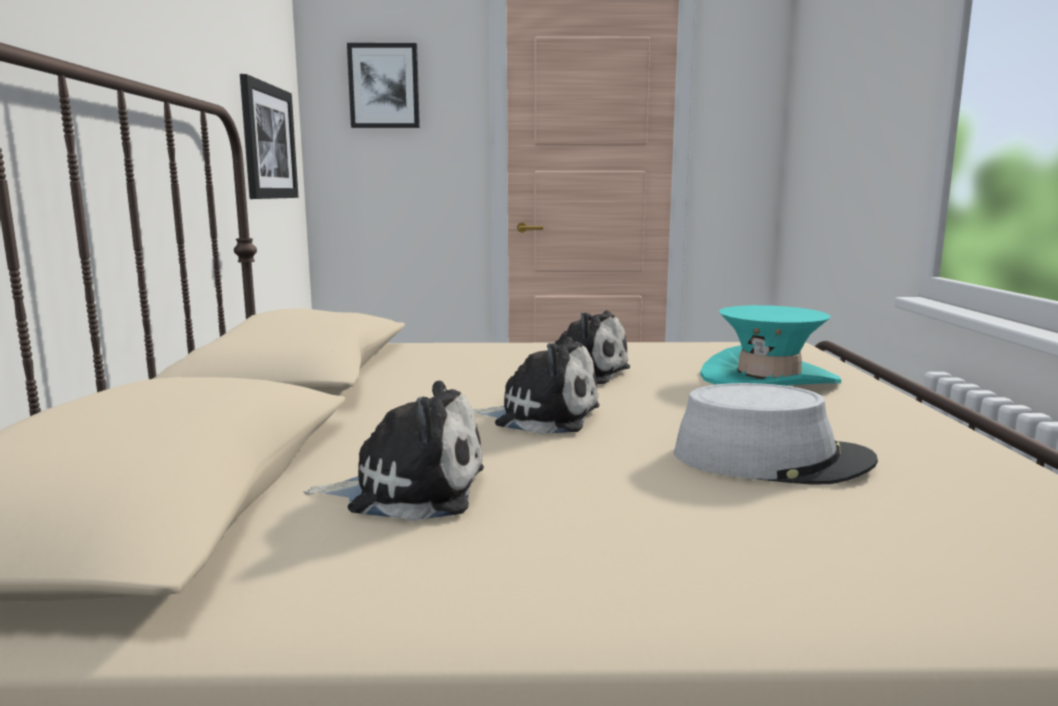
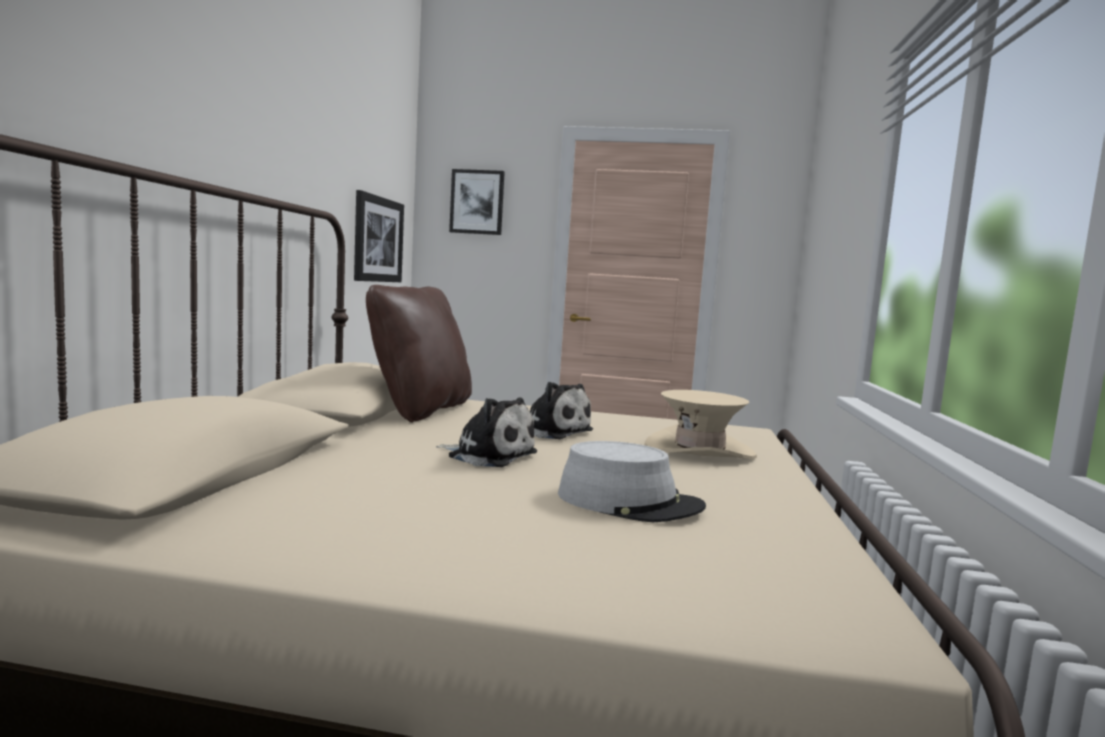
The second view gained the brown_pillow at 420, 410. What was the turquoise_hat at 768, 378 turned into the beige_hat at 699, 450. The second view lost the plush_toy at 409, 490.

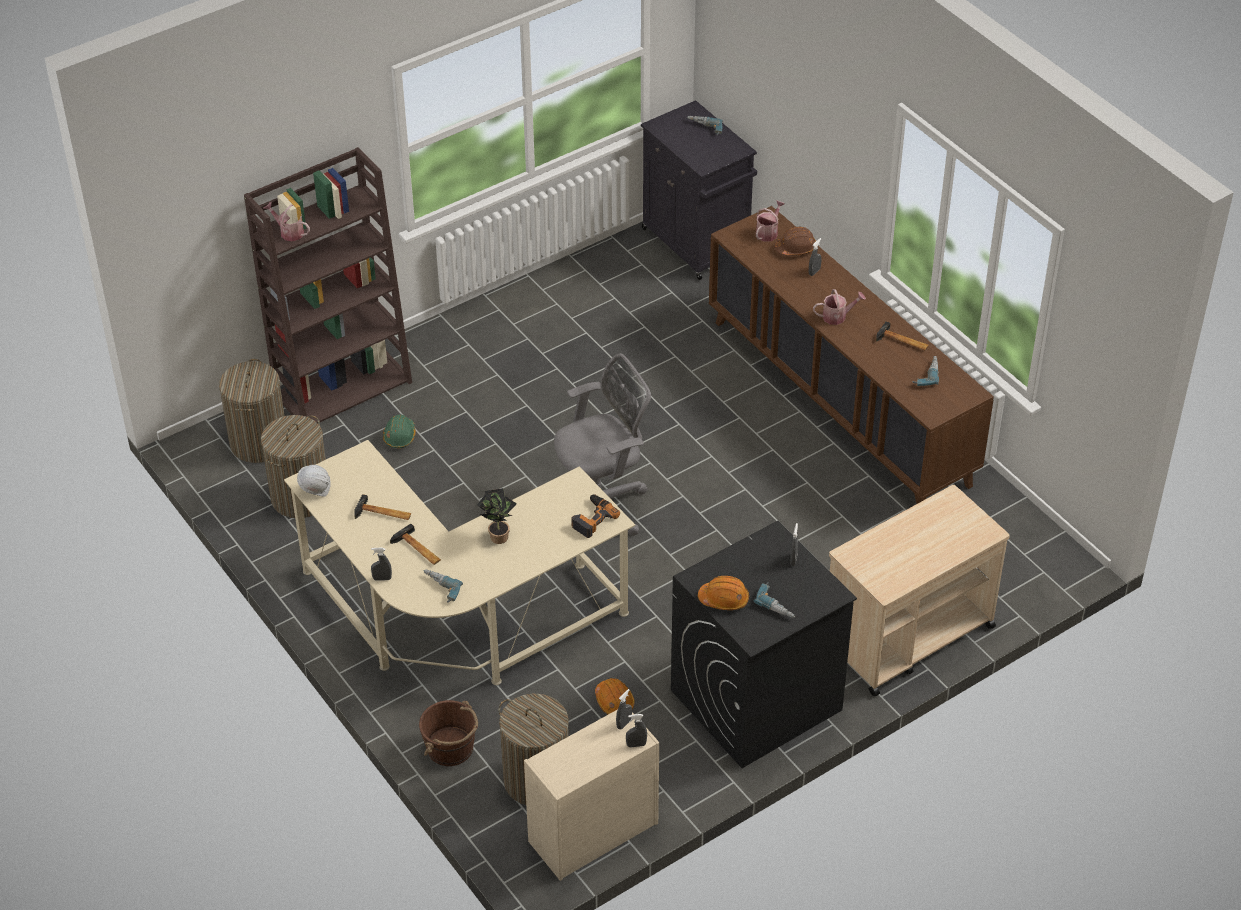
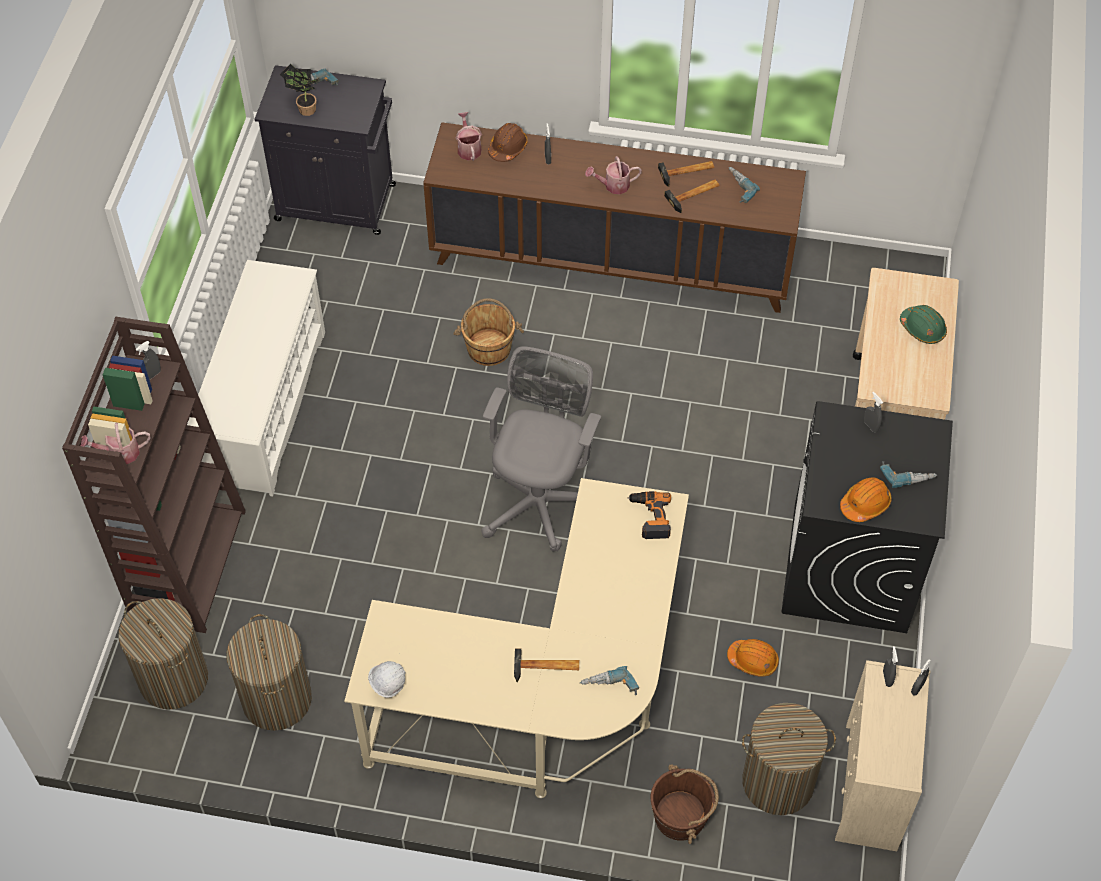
The grey_spray_bottle ended up elsewhere, having gone from 382, 578 to 152, 375. The second view gained the white_shoe_rack at 266, 406. The potted_plant ended up elsewhere, having gone from 497, 535 to 304, 109. The second view gained the brown_bucket at 489, 347. The watering_can at 837, 316 ended up facing another way, 135 degrees counterclockwise from before. The hammer ended up elsewhere, having gone from 383, 514 to 694, 195. The green_hard_hat ended up elsewhere, having gone from 399, 436 to 922, 329.

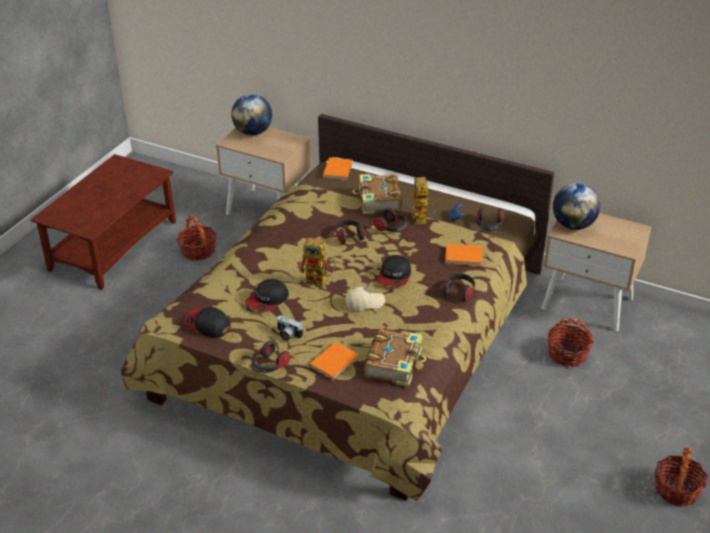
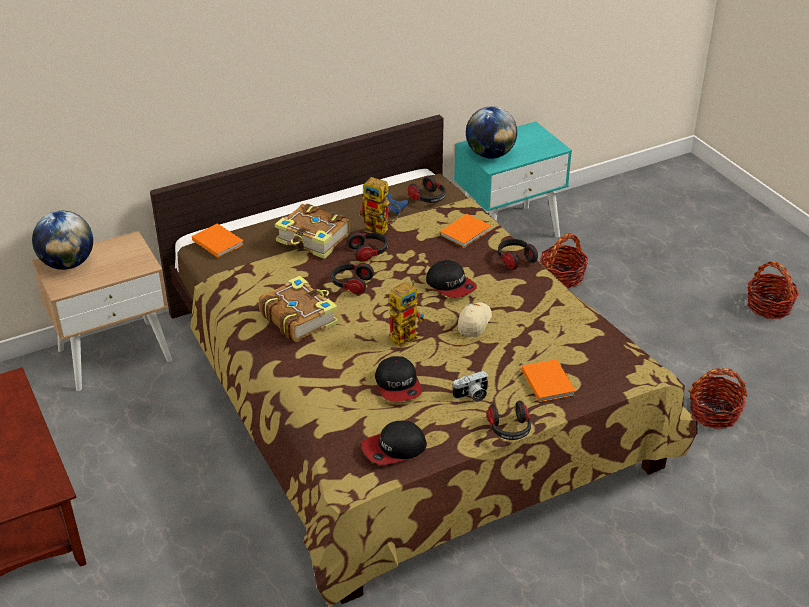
The book ended up elsewhere, having gone from 394, 364 to 299, 317. What was the beige_nightstand at 588, 303 turned into the turquoise_nightstand at 508, 231. The basket ended up elsewhere, having gone from 198, 251 to 714, 413.

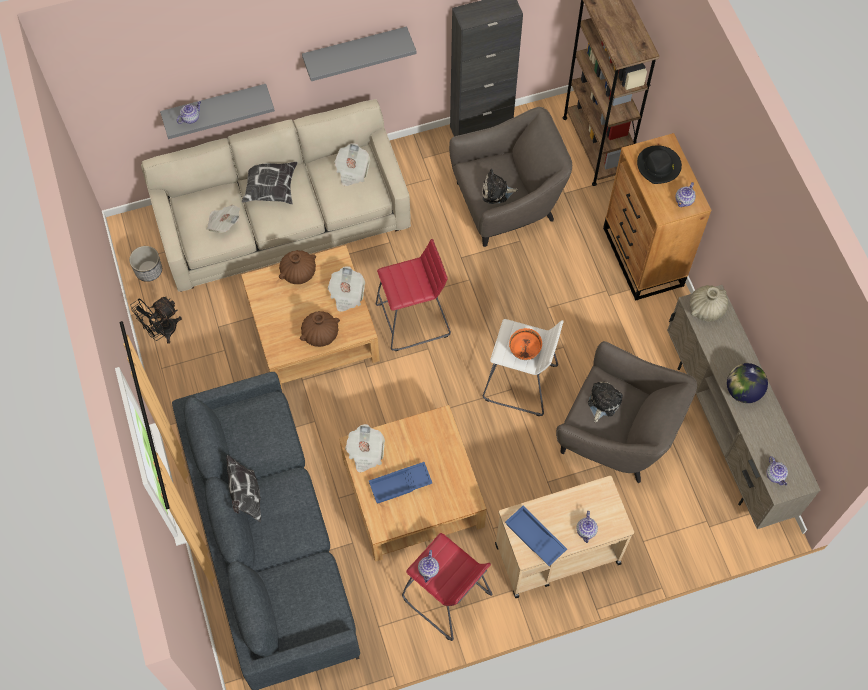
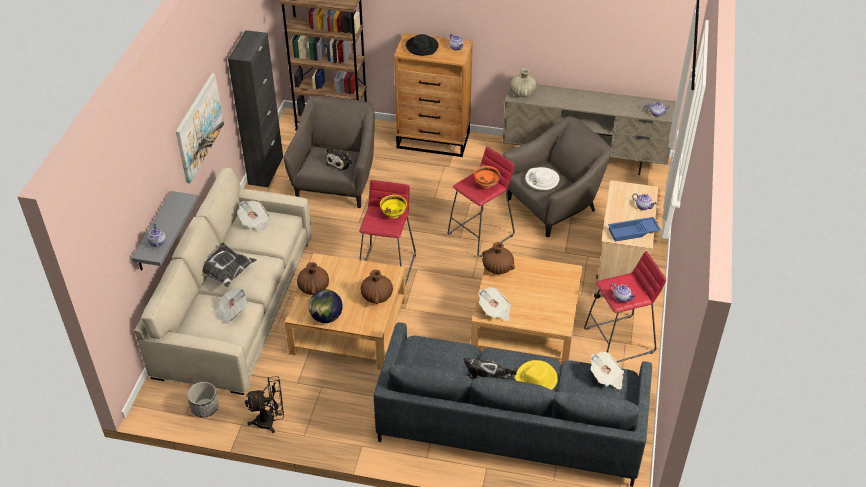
Where the grey_shelf hung at 355, 49, the picture came to hang at 199, 127. The black_fan at 162, 331 ended up facing another way, 90 degrees counterclockwise from before. The globe ended up elsewhere, having gone from 742, 391 to 326, 317. The second view gained the yellow_bowl at 393, 215. What was the white_stool at 520, 383 turned into the red_stool at 481, 234. The second view gained the brown_vase at 497, 268. The second view gained the yellow_hat at 536, 379. Where the plush_toy stood at 603, 403, the white_hat came to stand at 541, 180. The newspaper ended up elsewhere, having gone from 346, 294 to 606, 377. The second view lost the blue_tray at 400, 485.

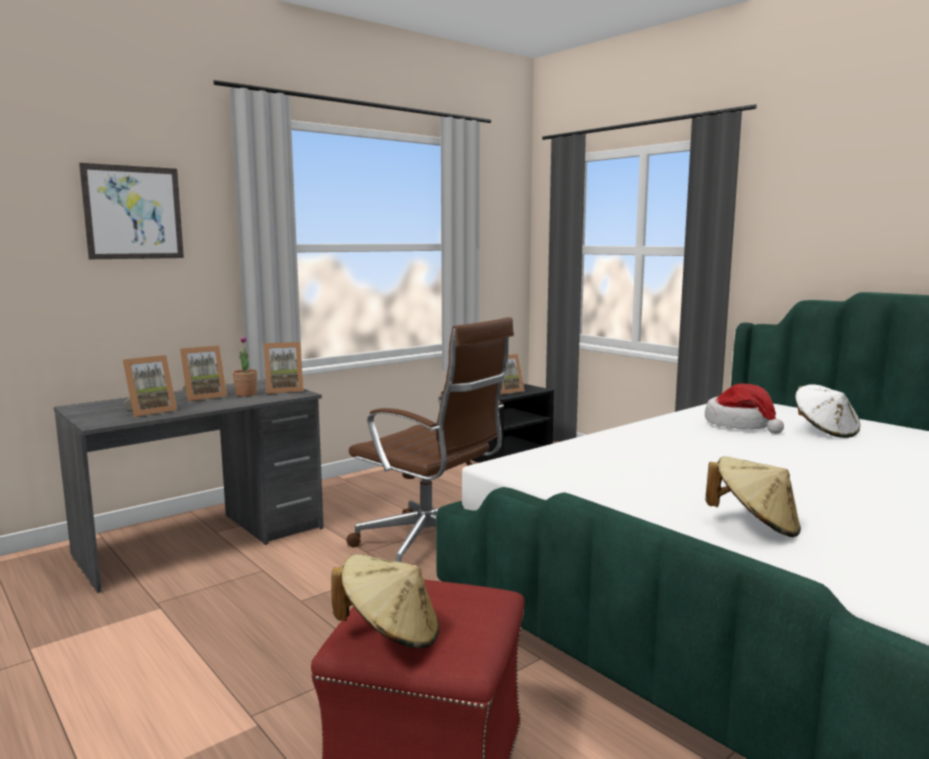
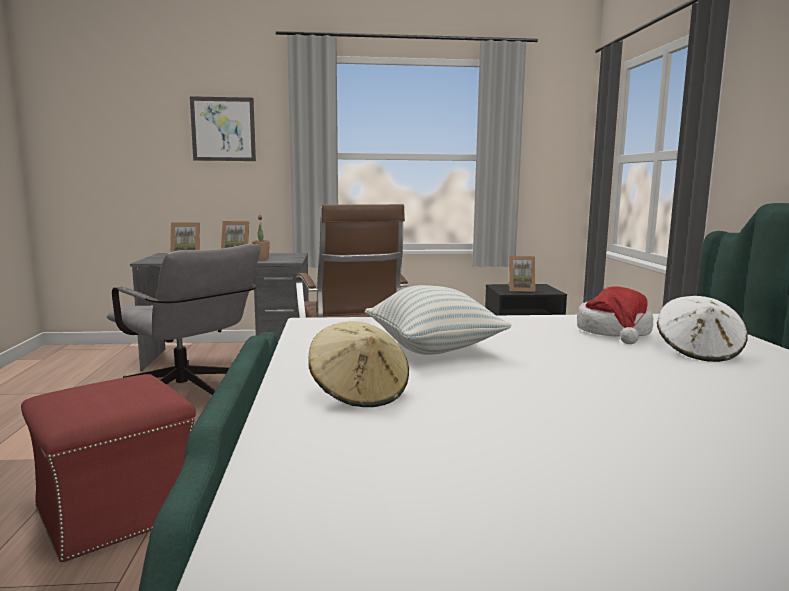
The second view gained the grey_office_chair at 189, 399. The second view gained the pillow at 433, 349. The second view lost the picture_frame at 284, 390. The second view lost the beige_hat at 390, 634.

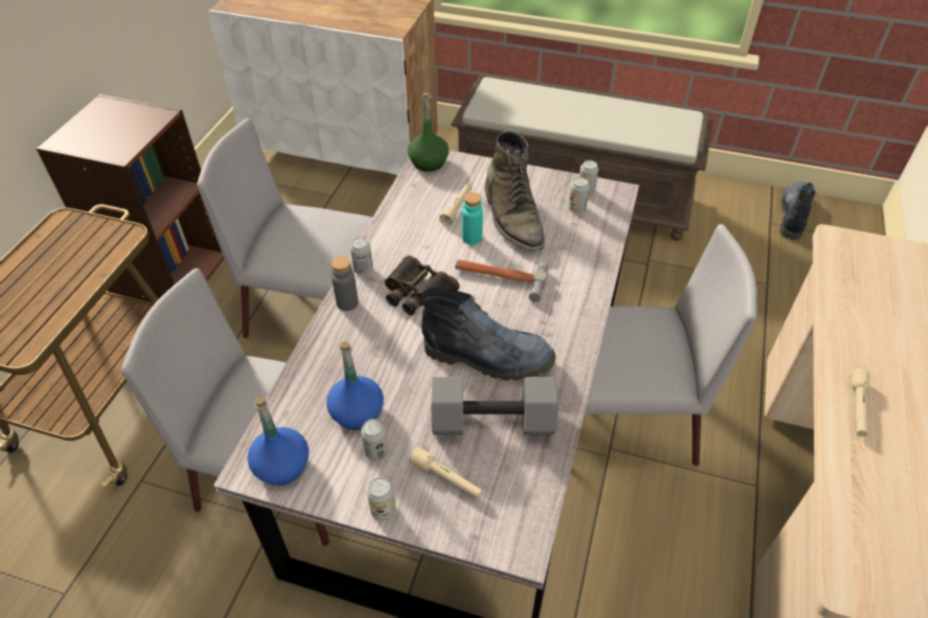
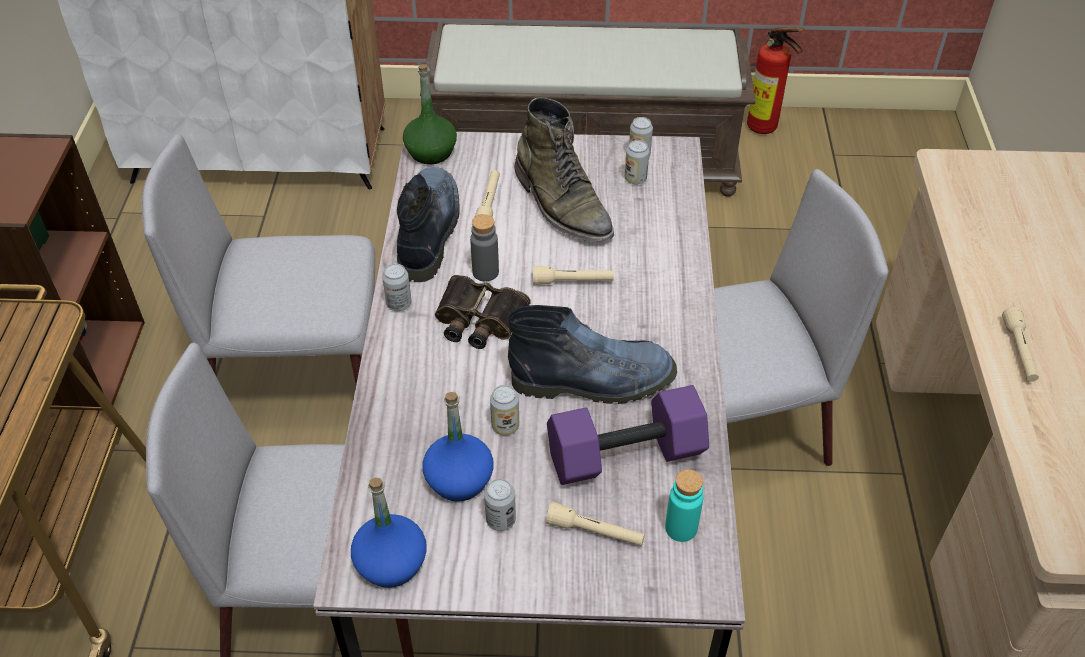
The boot ended up elsewhere, having gone from 793, 214 to 428, 230. The grey_bottle ended up elsewhere, having gone from 347, 303 to 485, 272. The can ended up elsewhere, having gone from 383, 510 to 505, 426. Where the hammer stood at 500, 277, the beige_flashlight came to stand at 573, 282. What was the grey_dumbbell at 494, 420 turned into the purple_dumbbell at 626, 452. The turquoise_bottle ended up elsewhere, having gone from 472, 238 to 681, 528. The second view gained the fire_extinguisher at 765, 129.

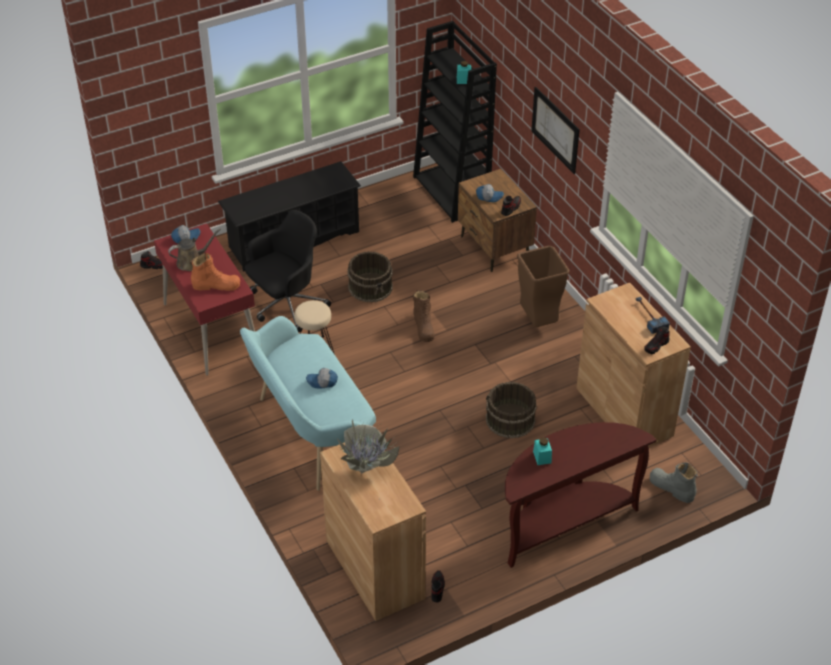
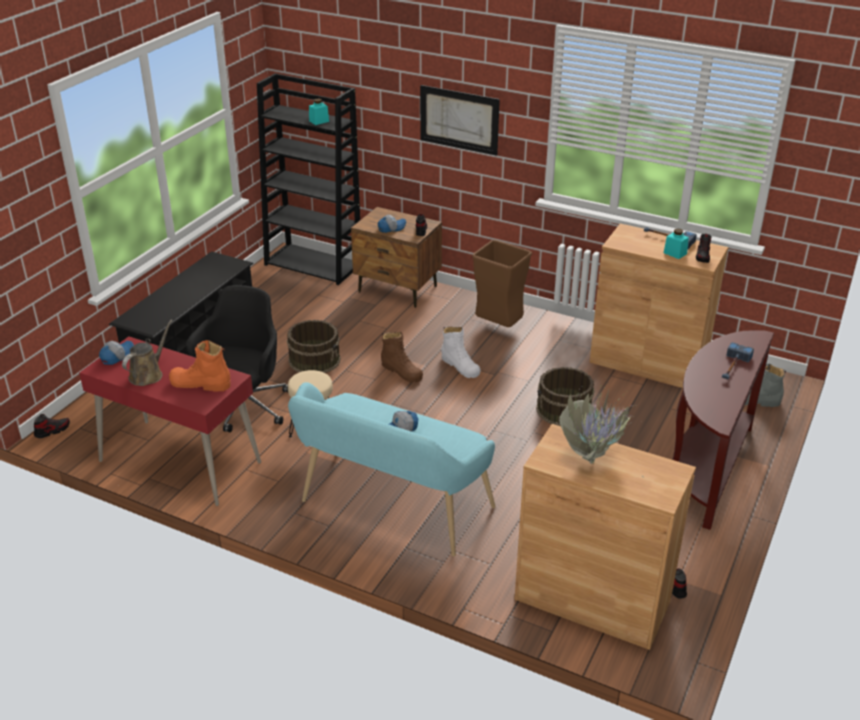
The orange_boot at 216, 285 ended up facing another way, 135 degrees counterclockwise from before. The second view gained the white_boot at 460, 366. The turquoise_jar ended up elsewhere, having gone from 542, 457 to 675, 253. The second view gained the hammer at 732, 367.

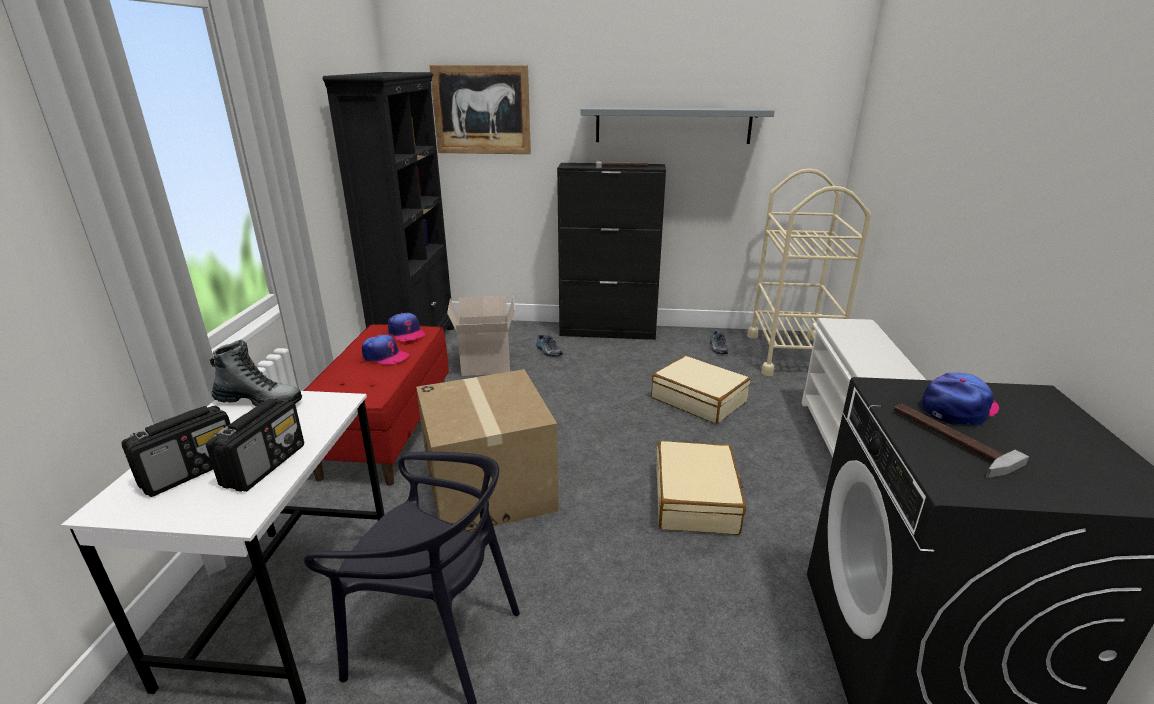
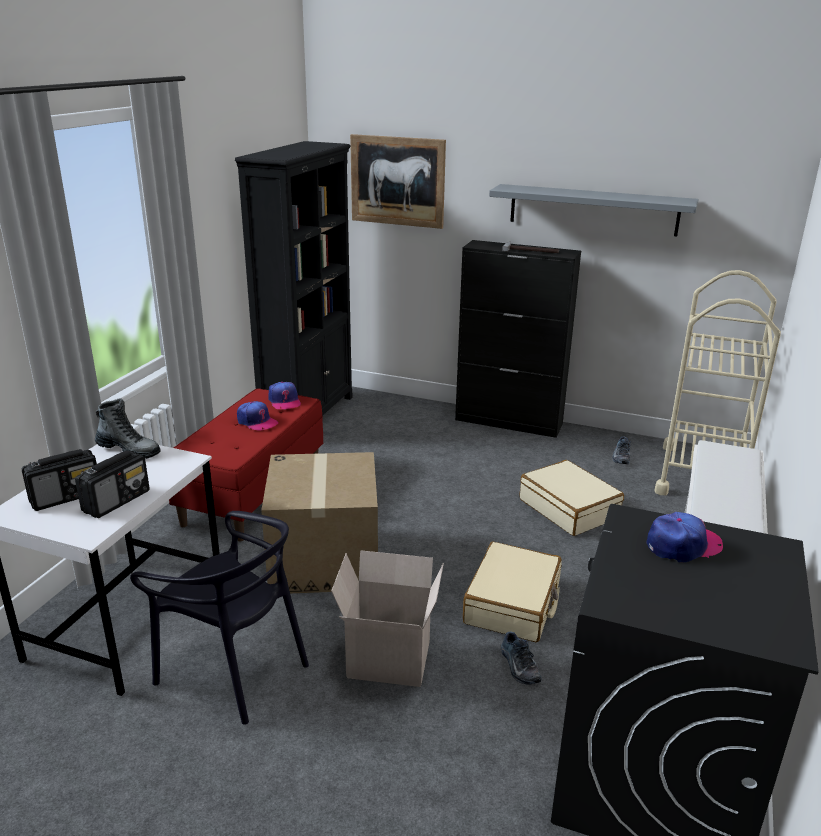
The cardboard_box ended up elsewhere, having gone from 485, 366 to 387, 661. The shoe ended up elsewhere, having gone from 548, 351 to 518, 666. The second view lost the hammer at 946, 440.

